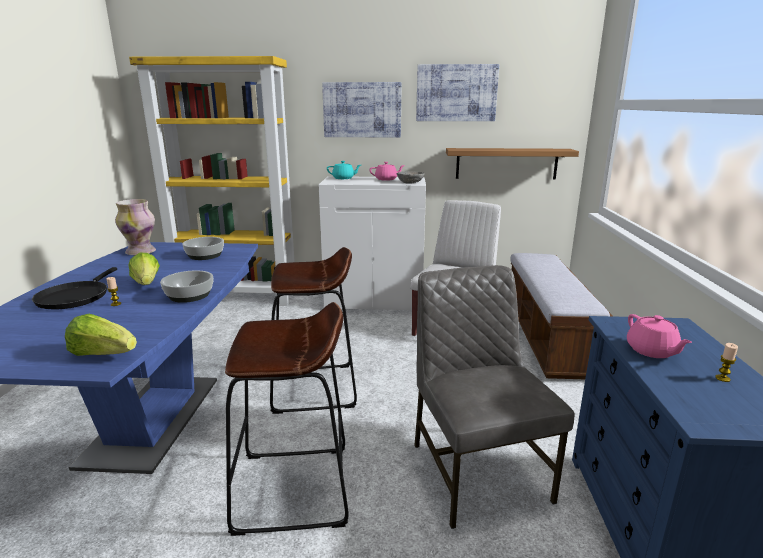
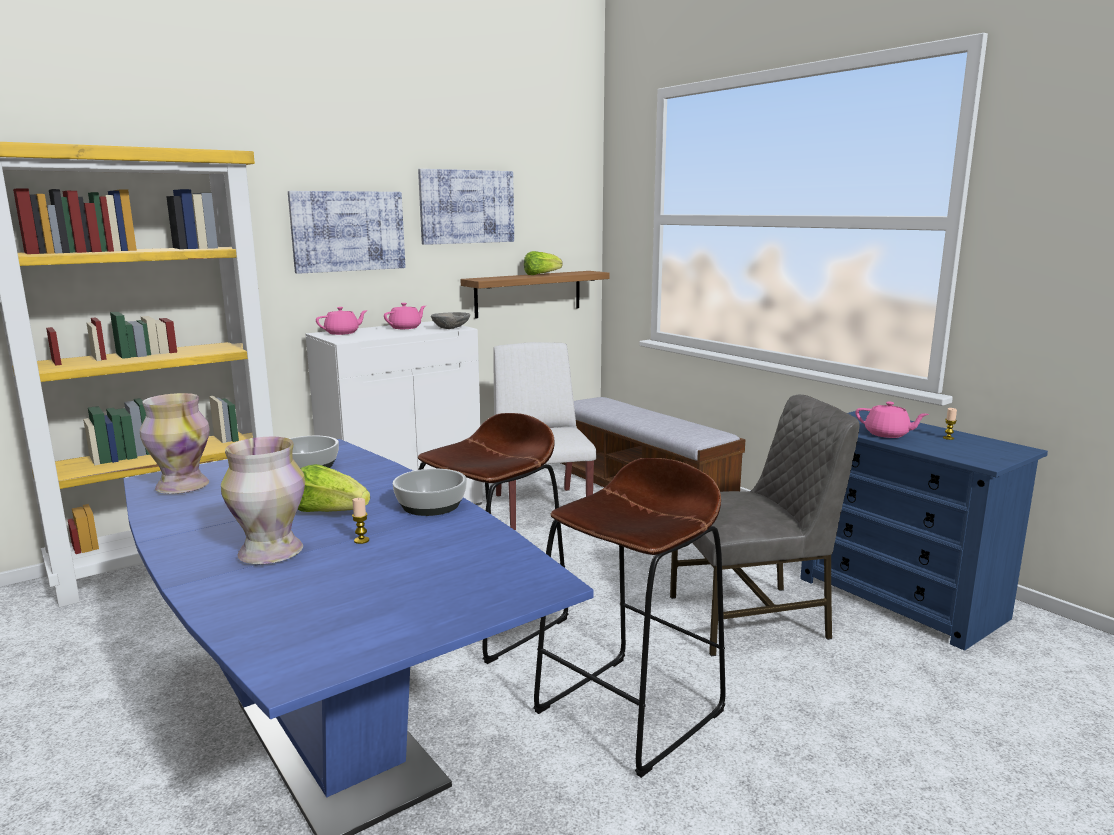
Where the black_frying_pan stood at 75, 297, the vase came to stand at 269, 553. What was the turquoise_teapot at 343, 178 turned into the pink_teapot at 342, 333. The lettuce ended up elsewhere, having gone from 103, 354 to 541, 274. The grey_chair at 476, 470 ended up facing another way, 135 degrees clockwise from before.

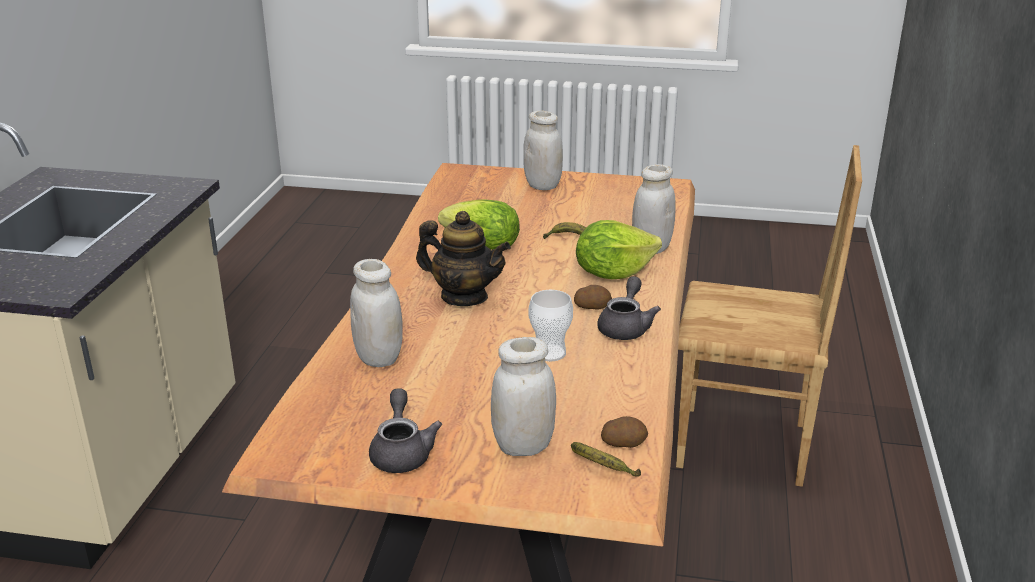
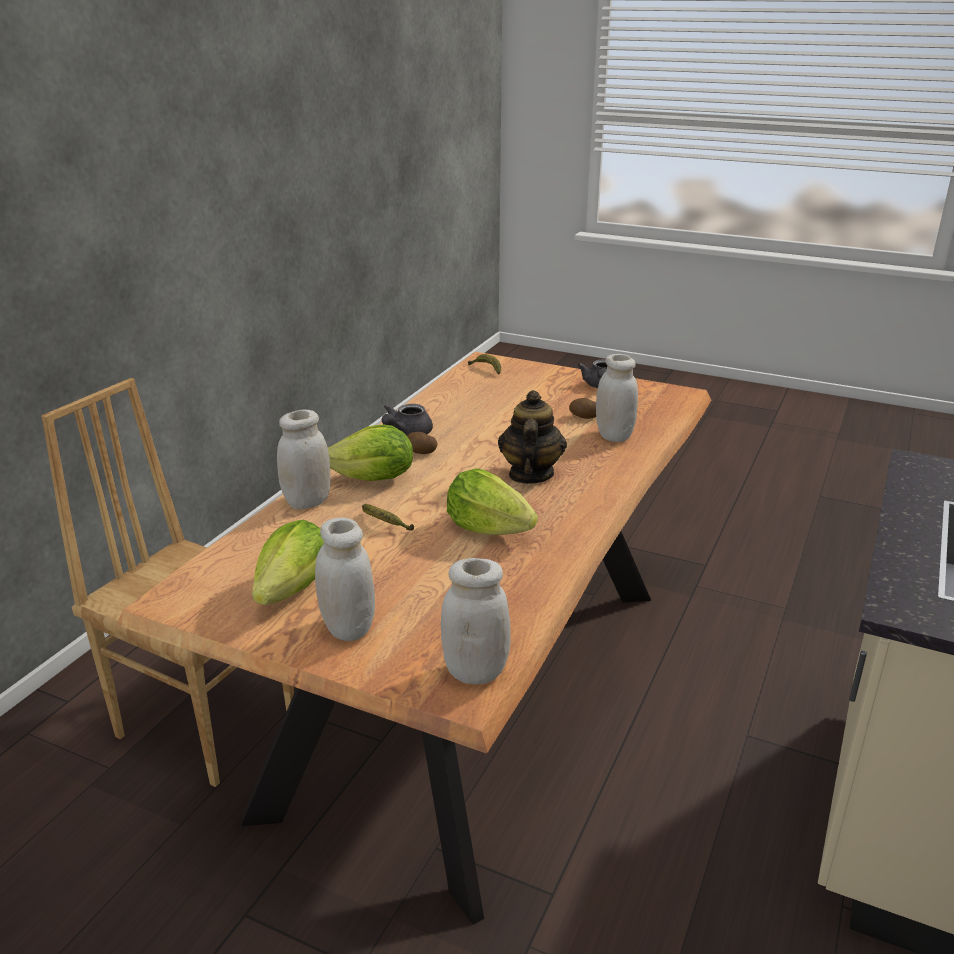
The second view gained the lettuce at 294, 590. The white_jar ended up elsewhere, having gone from 523, 446 to 475, 671. The teapot at 464, 297 ended up facing another way, 60 degrees clockwise from before. The potato ended up elsewhere, having gone from 623, 443 to 584, 417. The second view lost the cup at 550, 353.

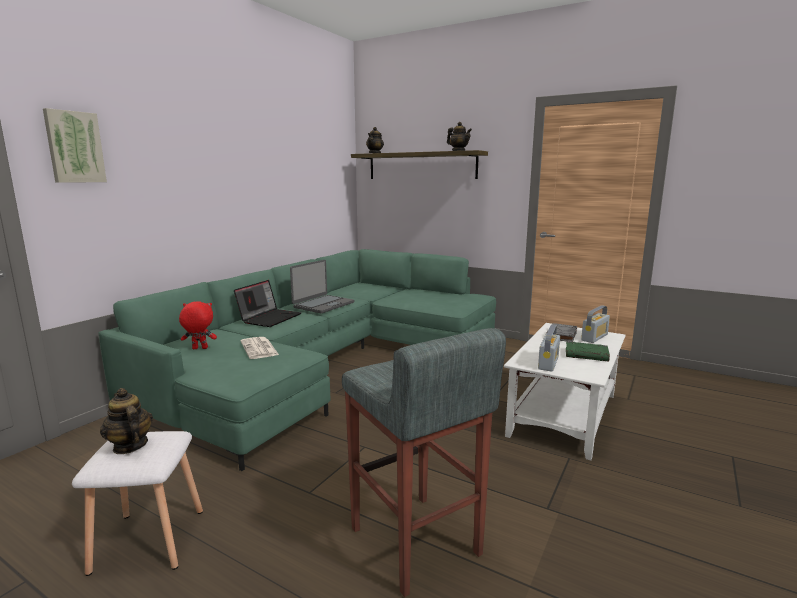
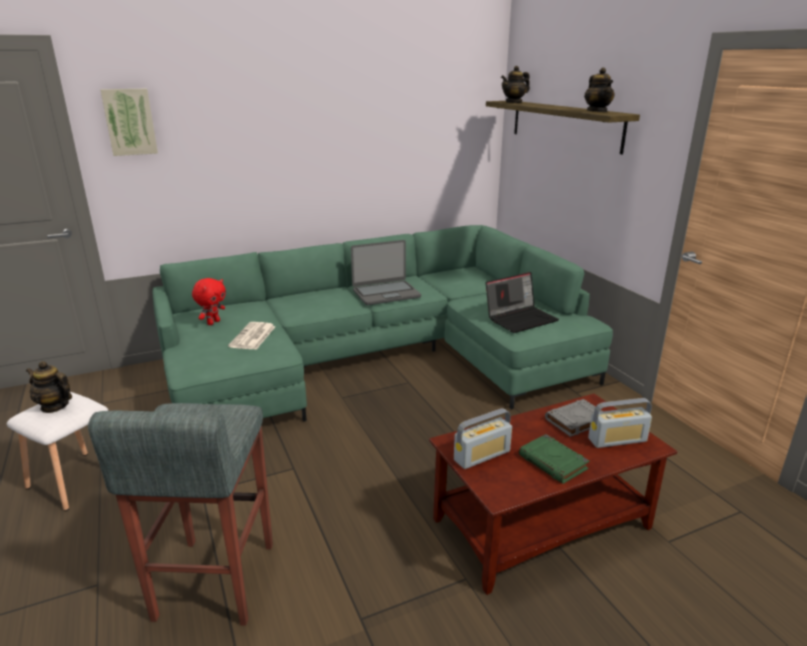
The teapot at 130, 446 ended up facing another way, 60 degrees counterclockwise from before. The red_plush_toy at 199, 349 ended up facing another way, 90 degrees clockwise from before. What was the white_coffee_table at 563, 414 turned into the brown_coffee_table at 542, 523. The laptop ended up elsewhere, having gone from 270, 318 to 521, 318.

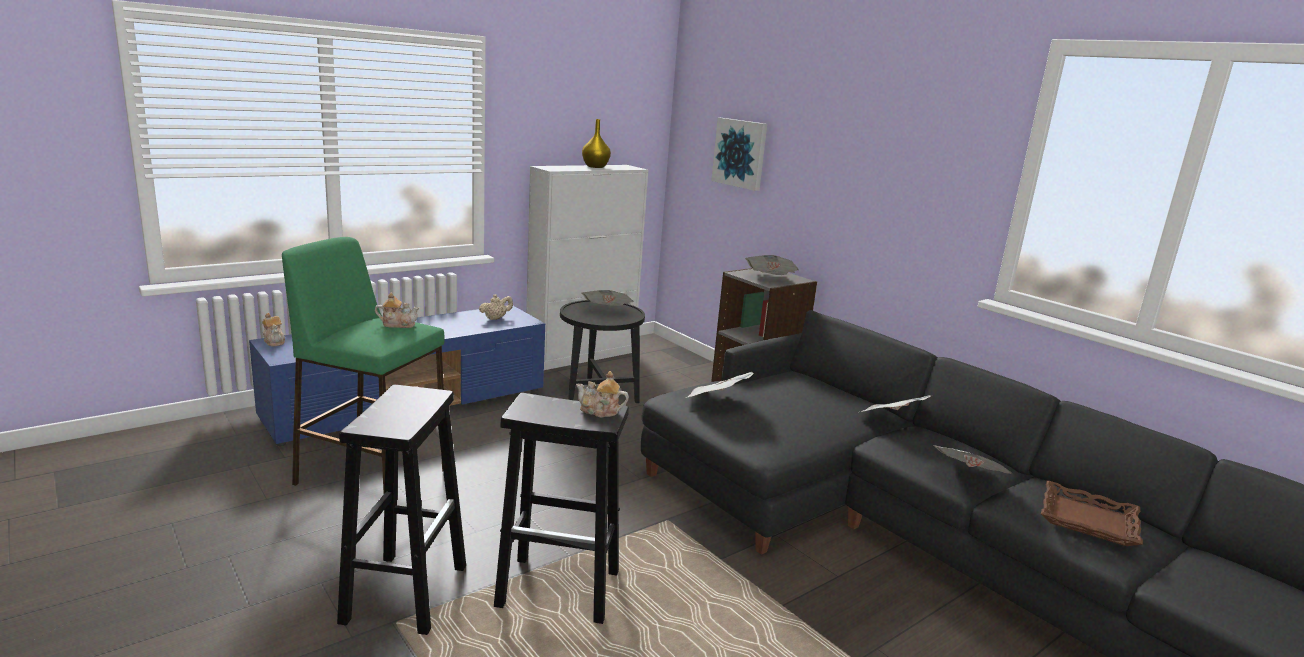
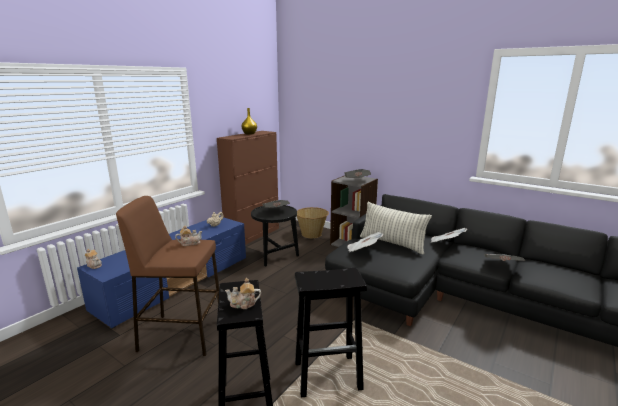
What was the green_stool at 371, 477 turned into the brown_stool at 181, 334. What was the white_cabinet at 582, 355 turned into the brown_cabinet at 253, 235. The teapot ended up elsewhere, having gone from 600, 411 to 243, 304. The second view gained the basket at 312, 234. The second view gained the pillow at 392, 243. The second view lost the picture at 740, 153. The second view lost the brown_tray at 1088, 520.

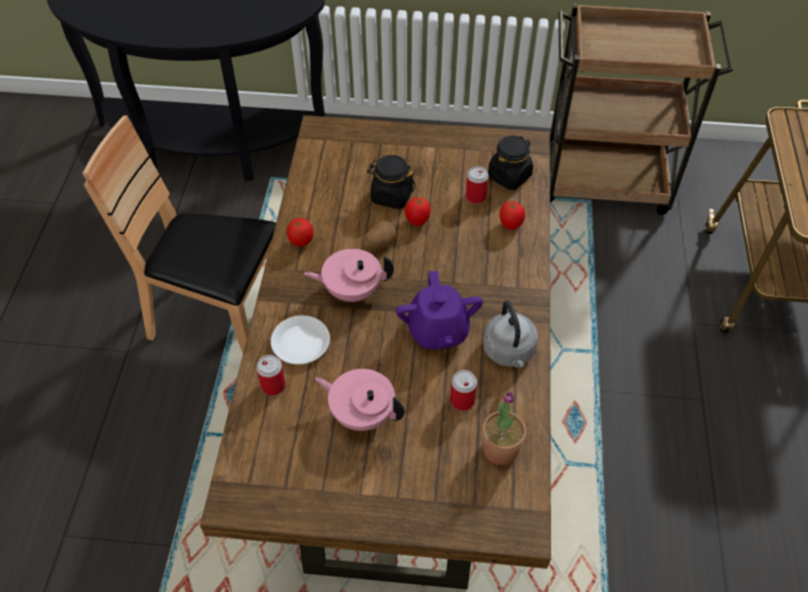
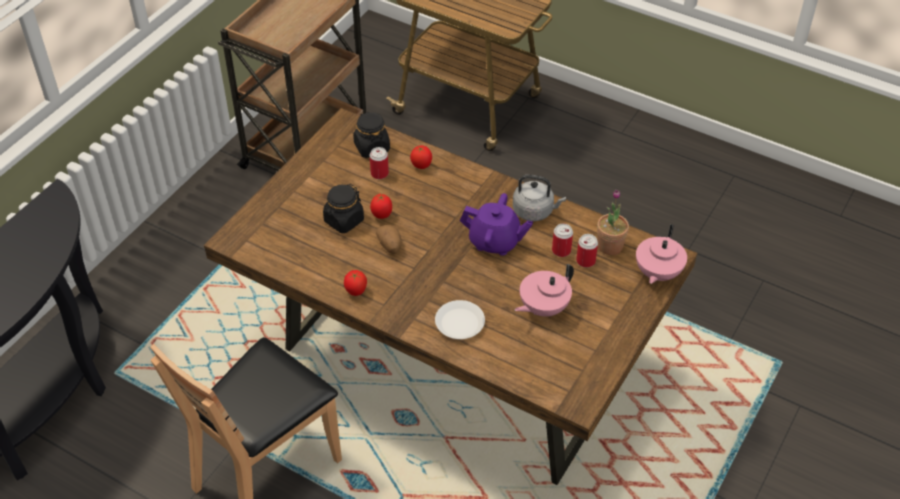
The can ended up elsewhere, having gone from 273, 385 to 585, 261. The pink_teapot ended up elsewhere, having gone from 351, 290 to 657, 273.

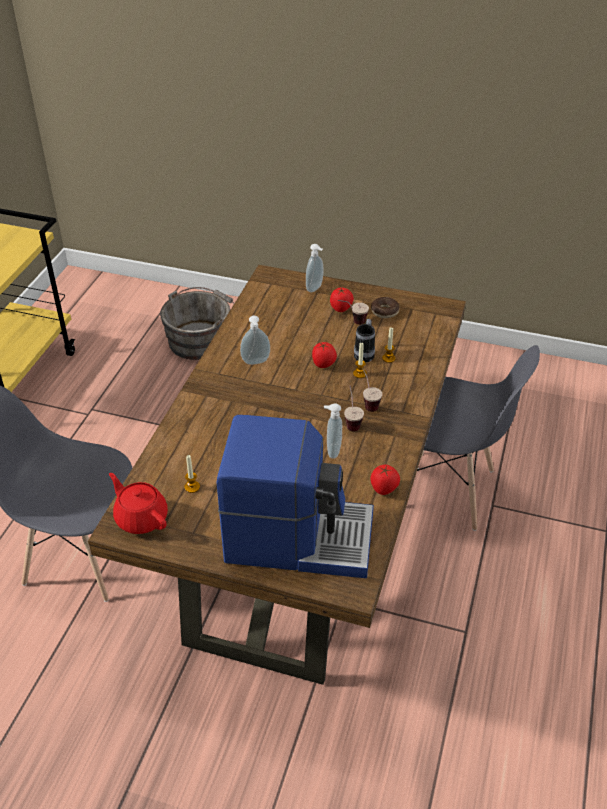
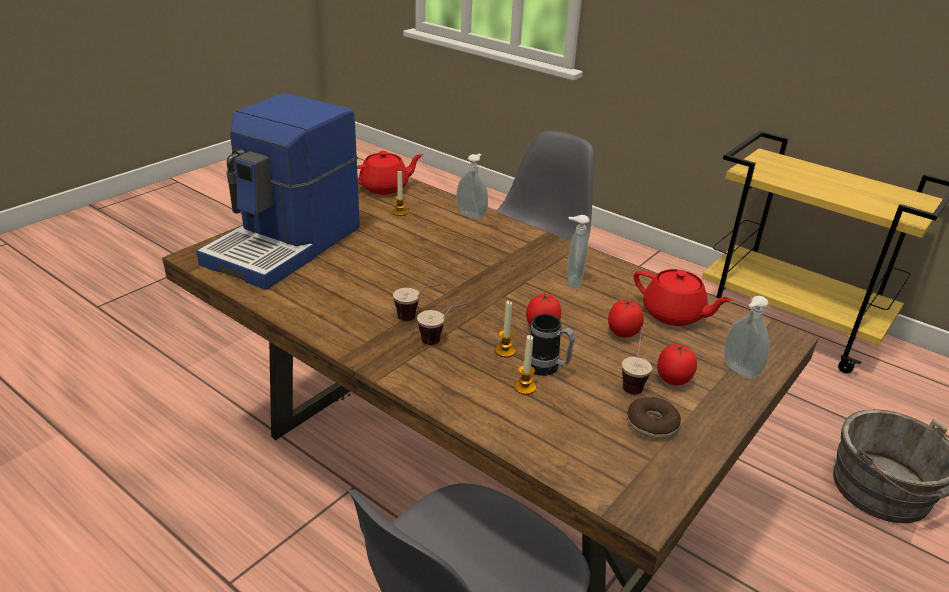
The soap_dispenser ended up elsewhere, having gone from 332, 451 to 472, 215. The tomato ended up elsewhere, having gone from 384, 489 to 622, 334. The second view gained the red_teapot at 674, 315.

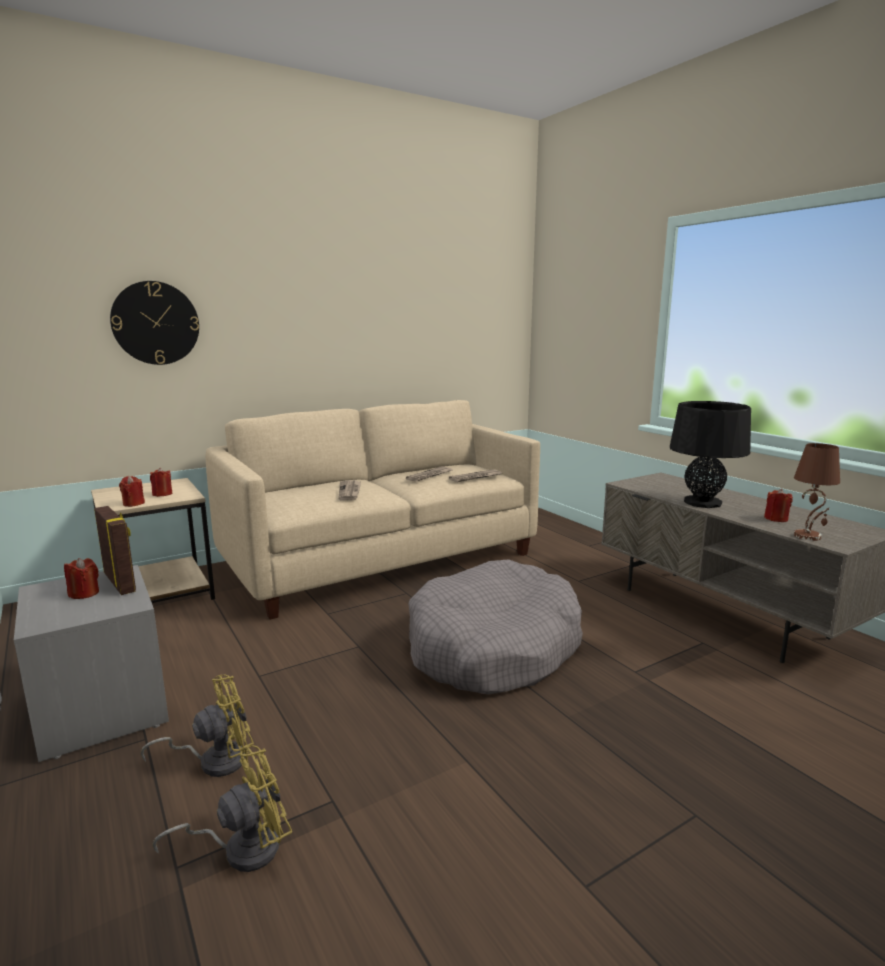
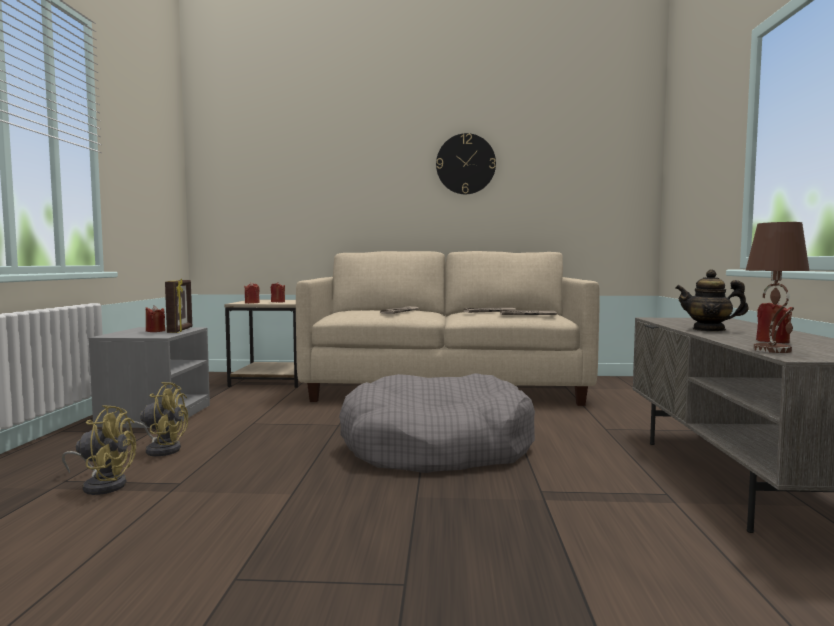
The wall_clock ended up elsewhere, having gone from 155, 323 to 465, 164. Where the black_table_lamp stood at 703, 502, the teapot came to stand at 709, 329.

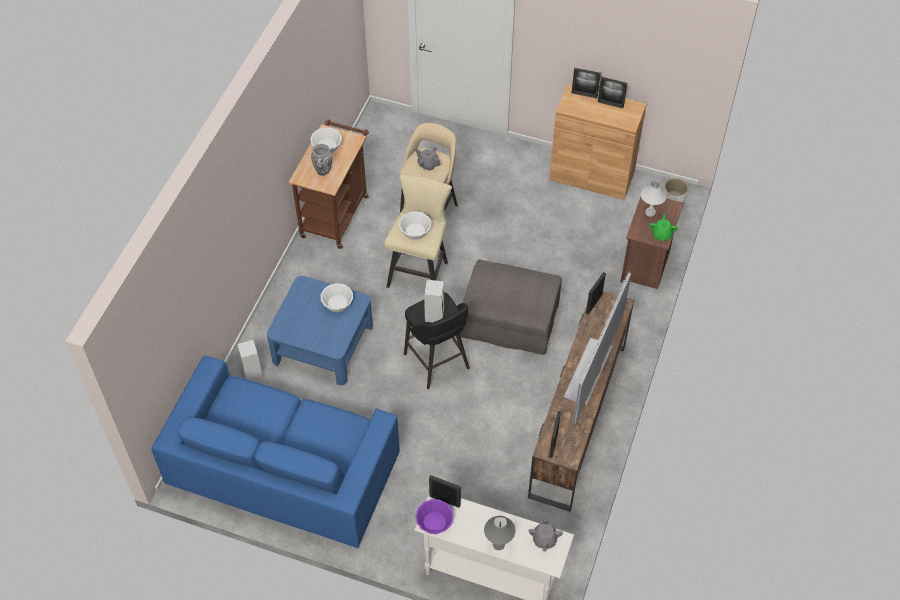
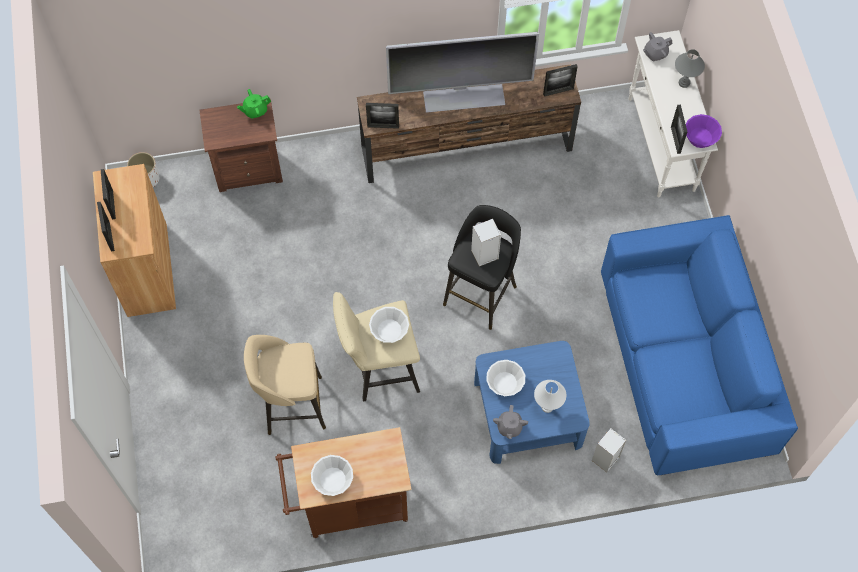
The grey_teapot ended up elsewhere, having gone from 428, 164 to 509, 427. The white_table_lamp ended up elsewhere, having gone from 650, 212 to 547, 406. The second view lost the vase at 323, 171. The second view lost the grey_ottoman at 509, 321.

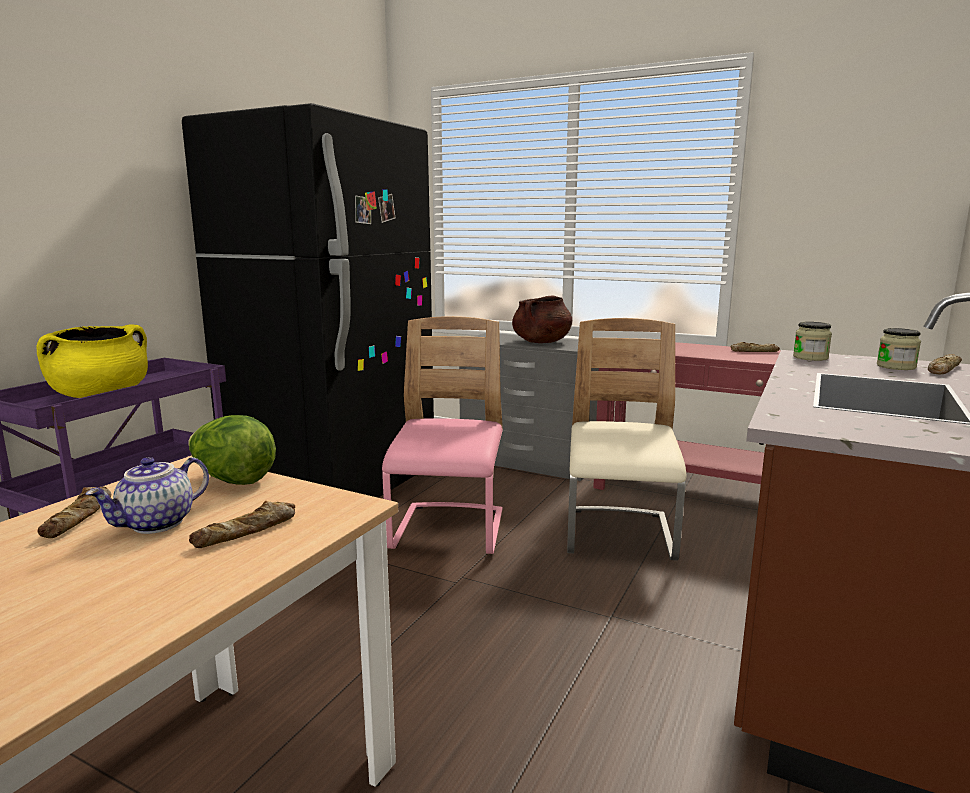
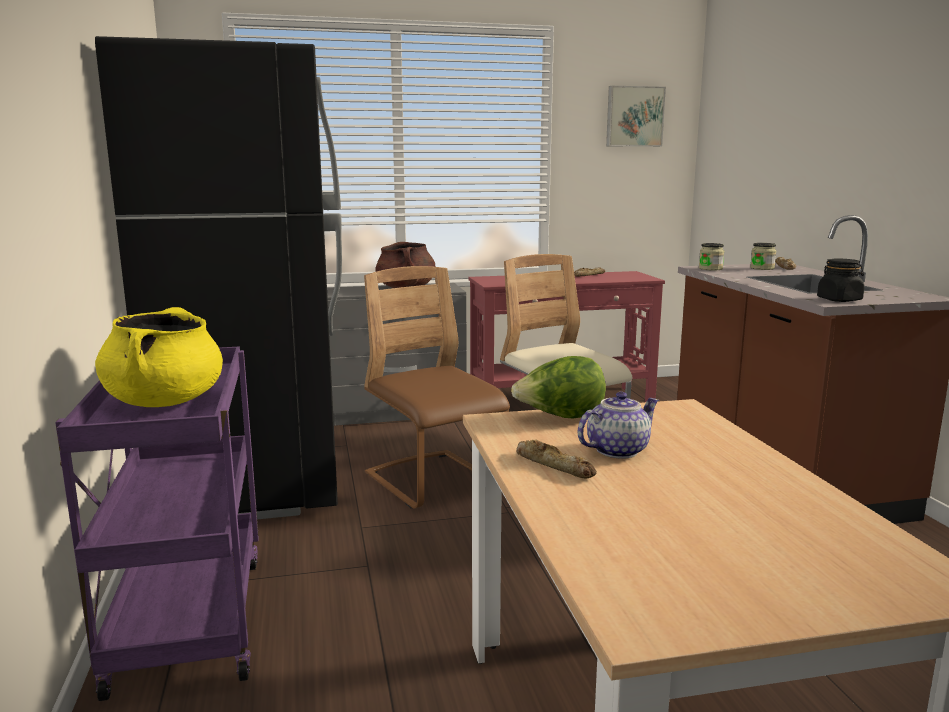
What was the pink_chair at 448, 531 turned into the brown_chair at 434, 481. The teapot at 157, 524 ended up facing another way, 120 degrees counterclockwise from before. The second view gained the picture at 634, 116. The second view gained the black_jar at 839, 300. The second view lost the bread at 247, 532.

